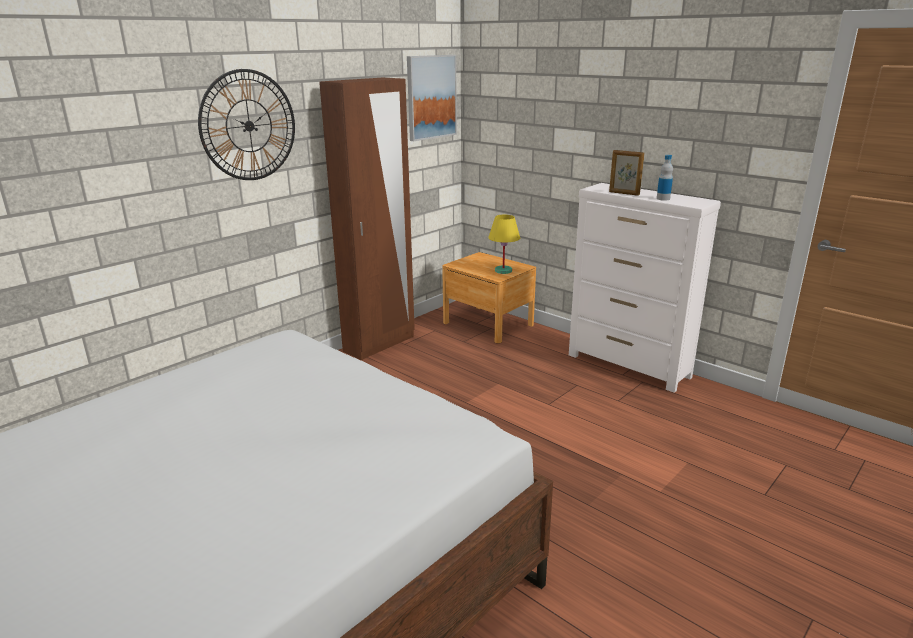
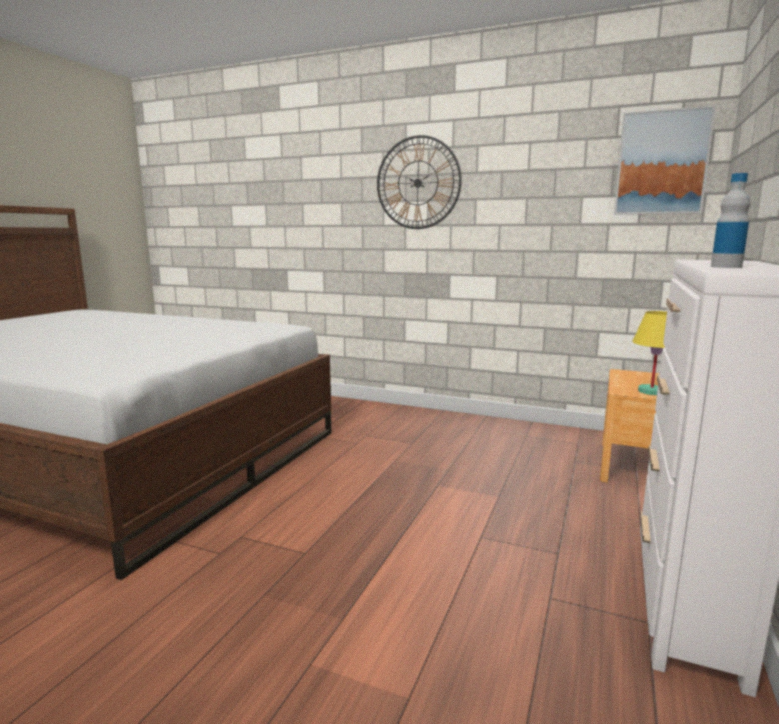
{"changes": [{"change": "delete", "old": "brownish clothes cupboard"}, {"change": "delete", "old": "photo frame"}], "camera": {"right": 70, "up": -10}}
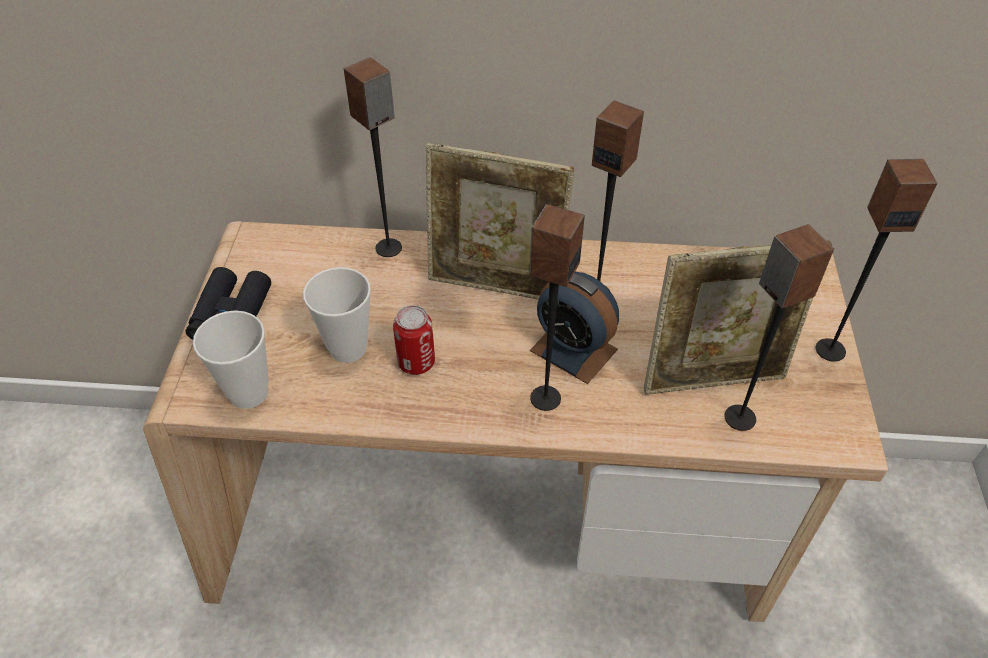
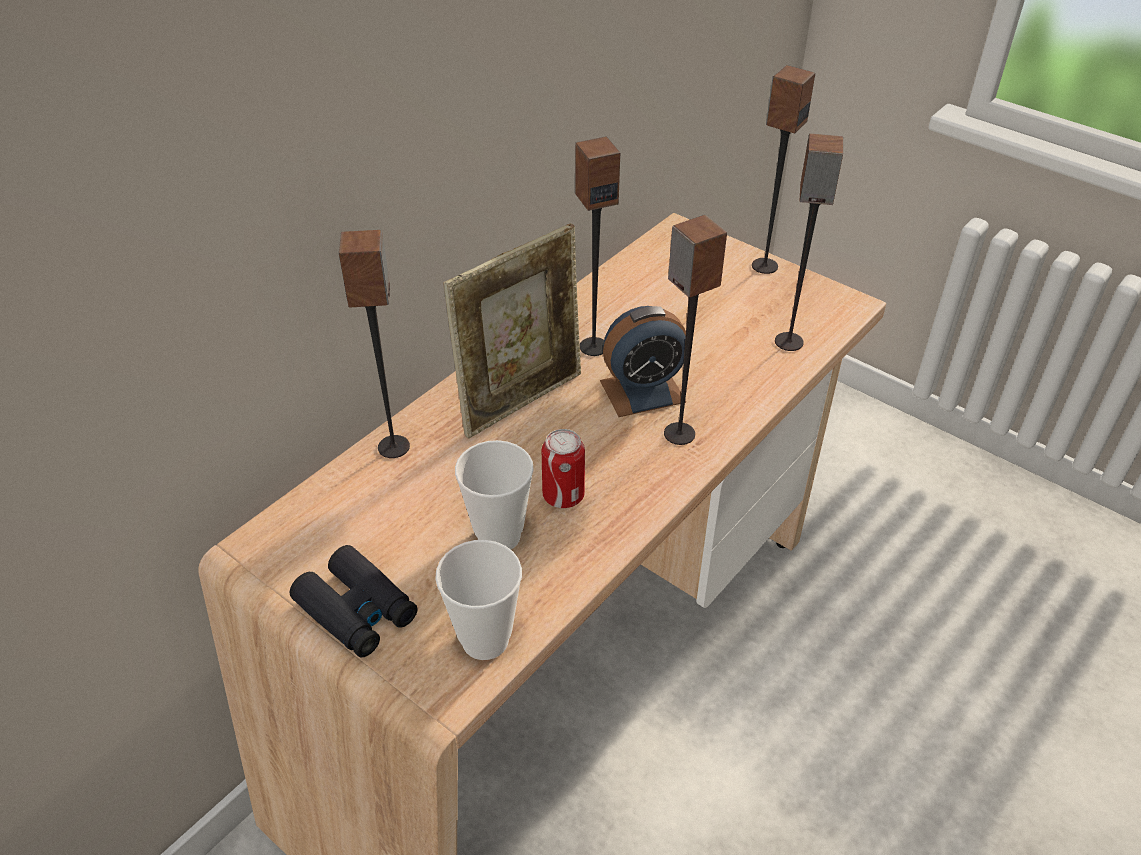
{"changes": [{"change": "delete", "old": "photo frame (2nd from left)"}], "camera": {"right": -55, "up": -5}}
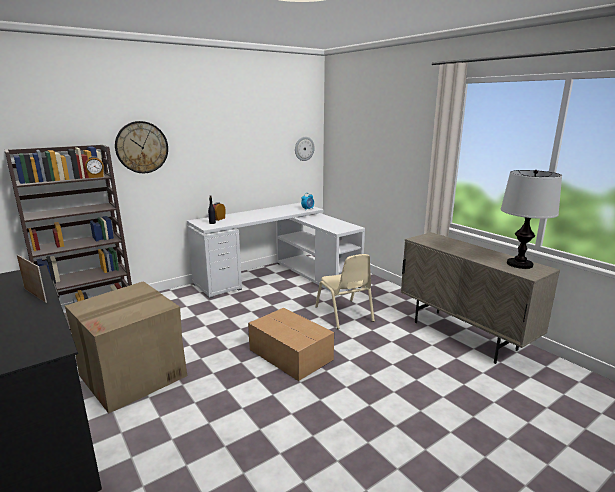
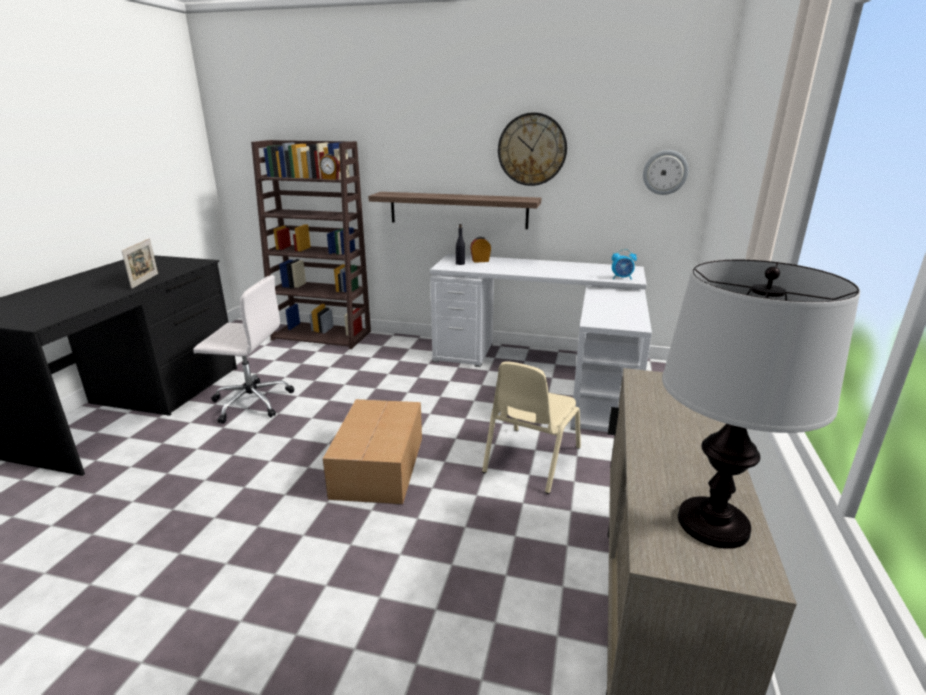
{"changes": [{"change": "replace", "old": "packing box (1st from left)", "new": "whitish office chair"}, {"change": "move", "old": "clock on the wall (1st from left)"}, {"change": "insert", "new": "wall shelf"}], "camera": {"right": 50, "up": 5}}
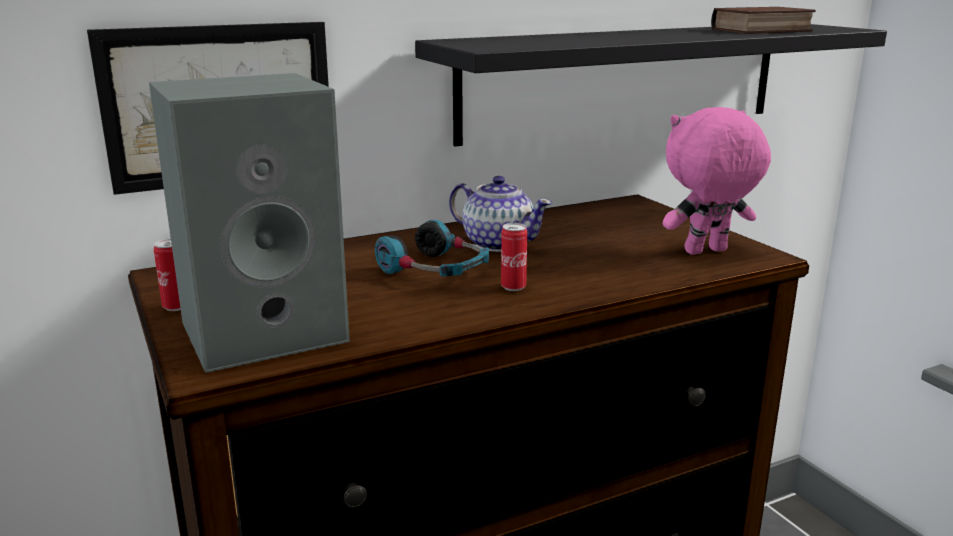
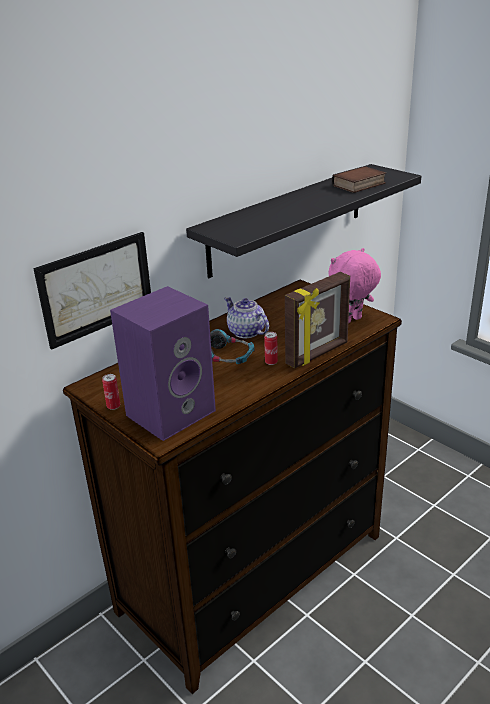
{"changes": [{"change": "recolor", "old": "grey loudspeaker", "new": "purple loudspeaker"}, {"change": "rotate", "old": "pot for tea", "degrees": -150}, {"change": "insert", "new": "photo frame"}], "camera": {"right": -15, "up": 10}}
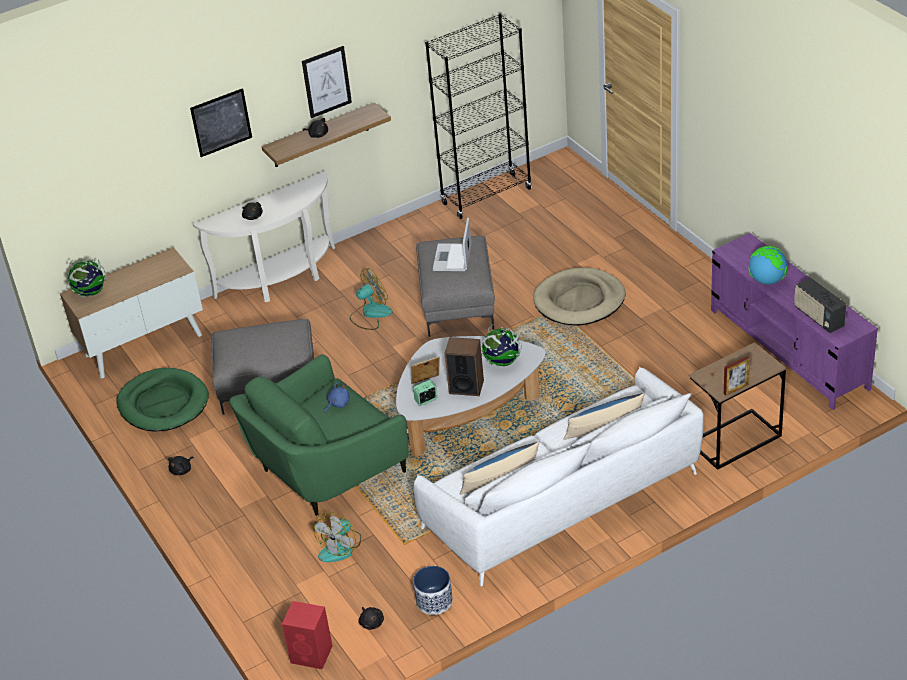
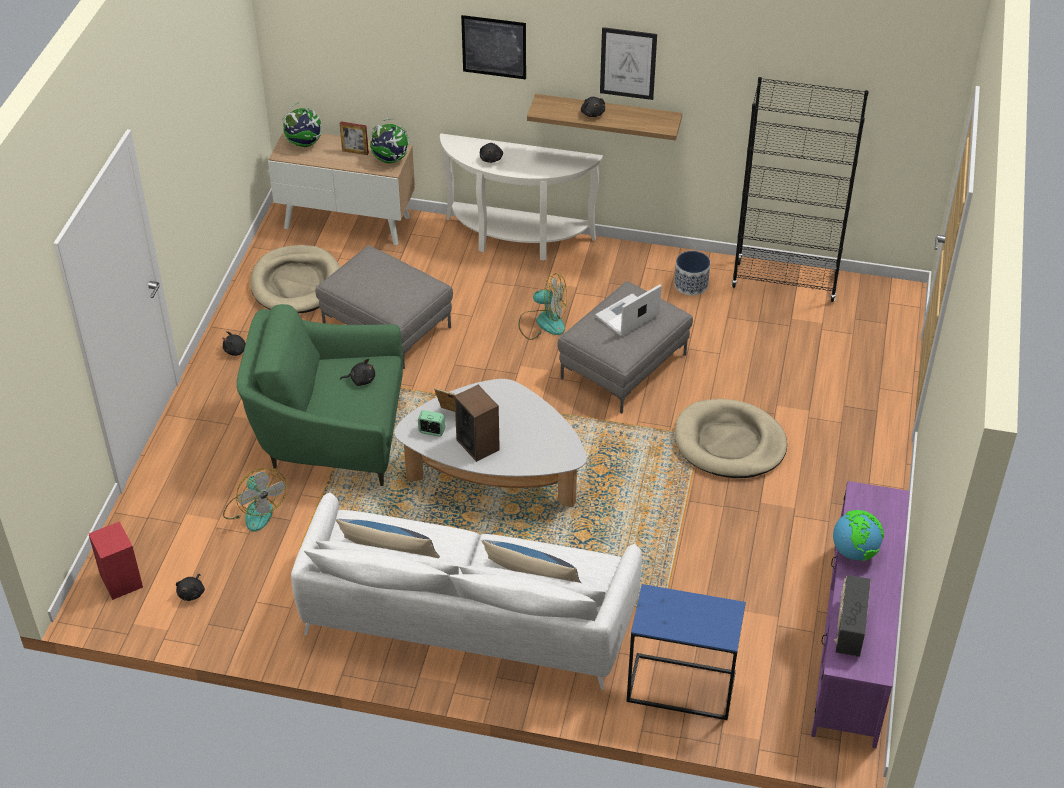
{"changes": [{"change": "recolor", "old": "green dog bed", "new": "beige-coloured dog bed (1st from left)"}, {"change": "rotate", "old": "electric fan (1st from left)", "degrees": -105}, {"change": "recolor", "old": "bluish cuddly toy", "new": "black cuddly toy (3rd from left)"}, {"change": "move", "old": "planter"}, {"change": "move", "old": "globe (2nd from left)"}, {"change": "recolor", "old": "brownish end table", "new": "bluish end table"}, {"change": "move", "old": "photo frame (2nd from left in the first image)", "new": "photo frame (1st from left)"}], "camera": {"right": 40, "up": 5}}
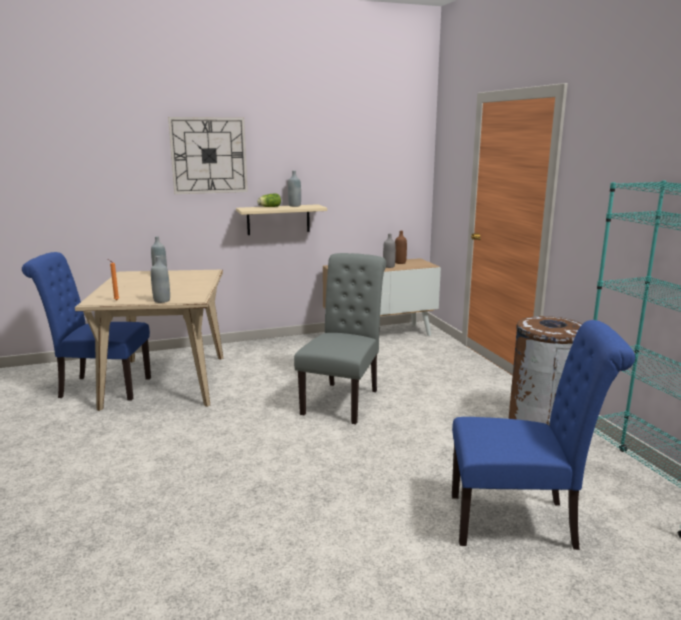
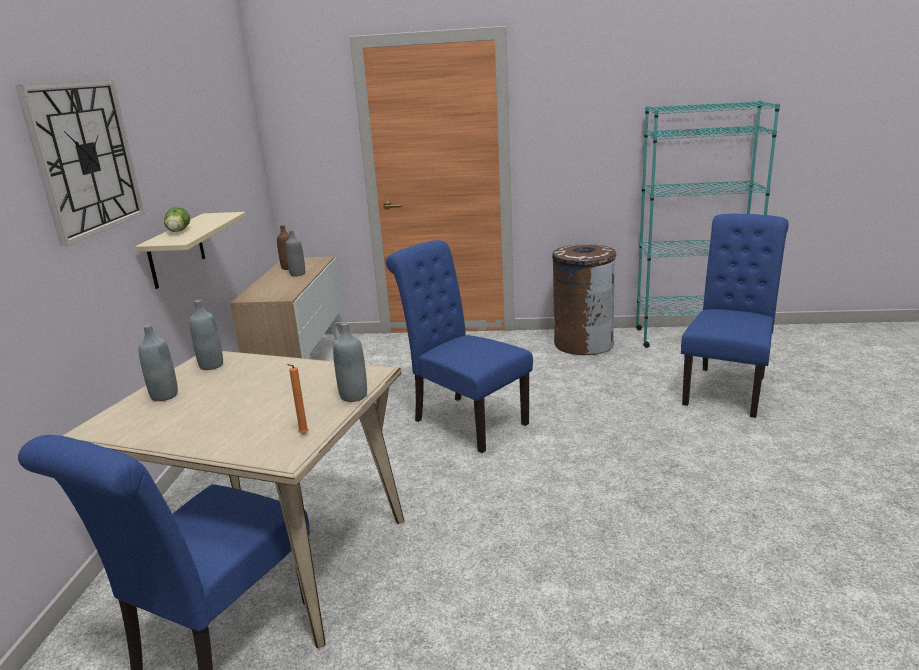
{"changes": [{"change": "move", "old": "grey drink bottle (3rd from left in the first image)", "new": "grey drink bottle (2nd from left)"}, {"change": "recolor", "old": "grey chair", "new": "bluish chair (2nd from left)"}], "camera": {"right": -65, "up": 5}}
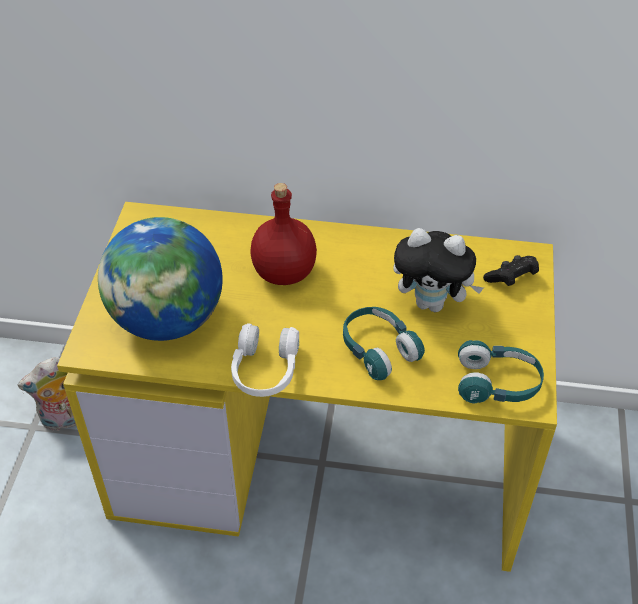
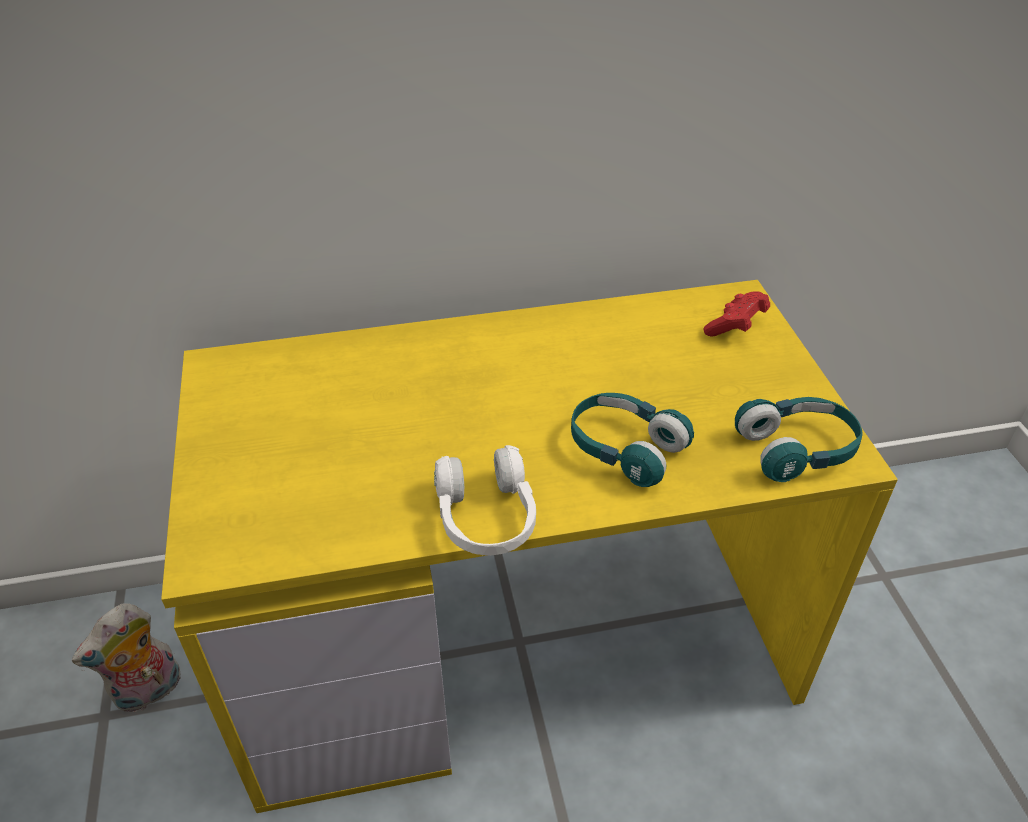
{"changes": [{"change": "delete", "old": "globe"}, {"change": "delete", "old": "red drink bottle"}, {"change": "delete", "old": "cuddly toy (2nd from left)"}, {"change": "recolor", "old": "black gamepad", "new": "red gamepad"}], "camera": {"right": -20, "up": -5}}
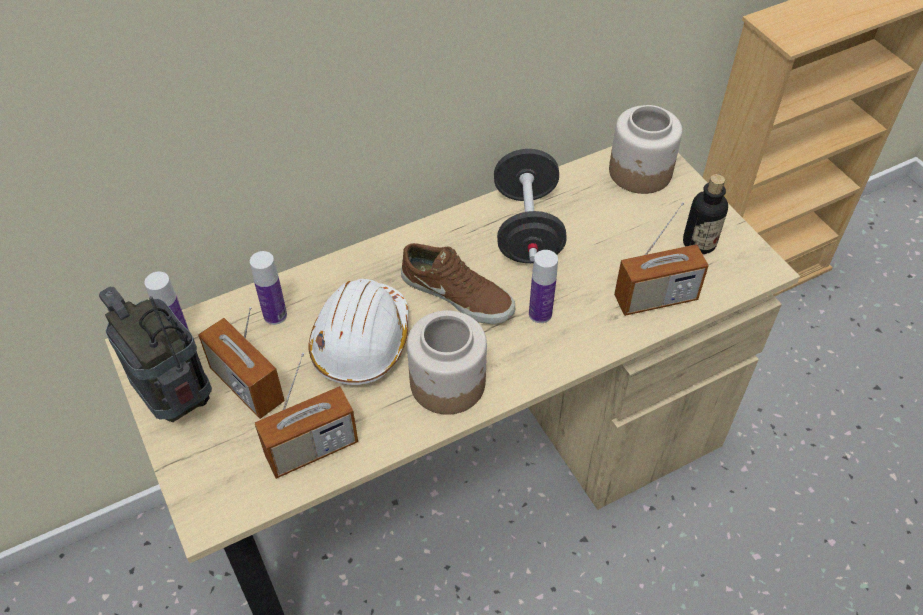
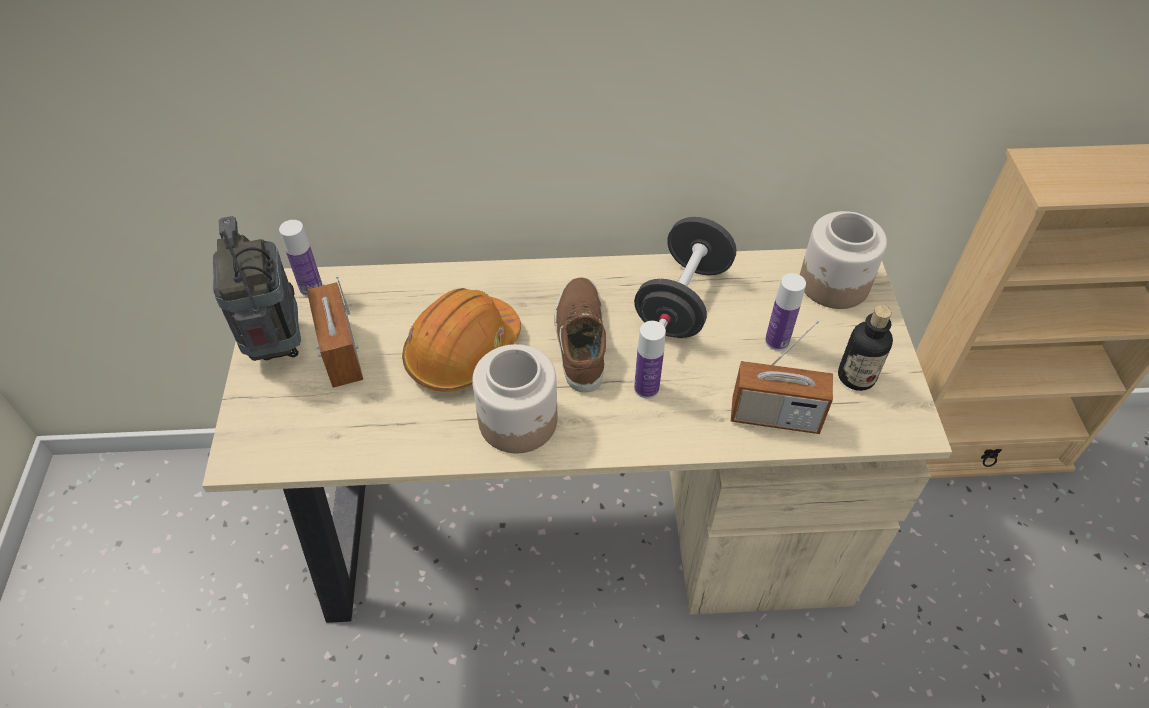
{"changes": [{"change": "move", "old": "drink bottle (2nd from left in the first image)", "new": "drink bottle (3rd from left)"}, {"change": "delete", "old": "radio (3rd from left)"}, {"change": "recolor", "old": "whitish work helmet", "new": "orangey work helmet"}, {"change": "rotate", "old": "brownish item of footwear", "degrees": -150}], "camera": {"right": 25, "up": 0}}
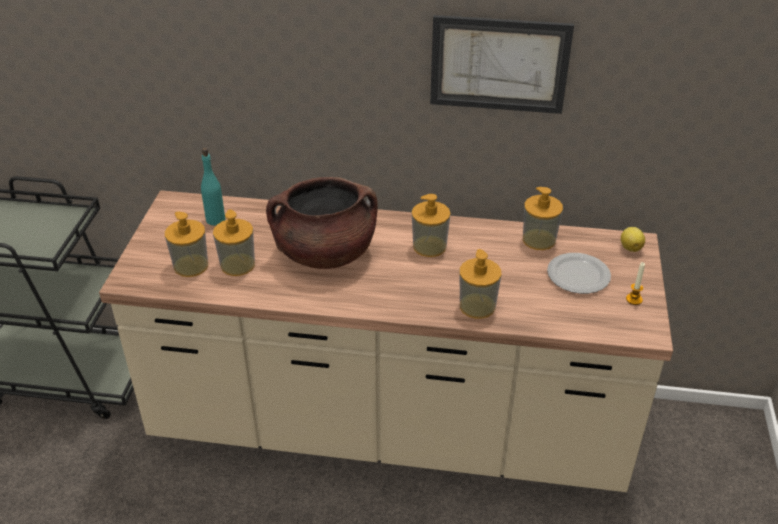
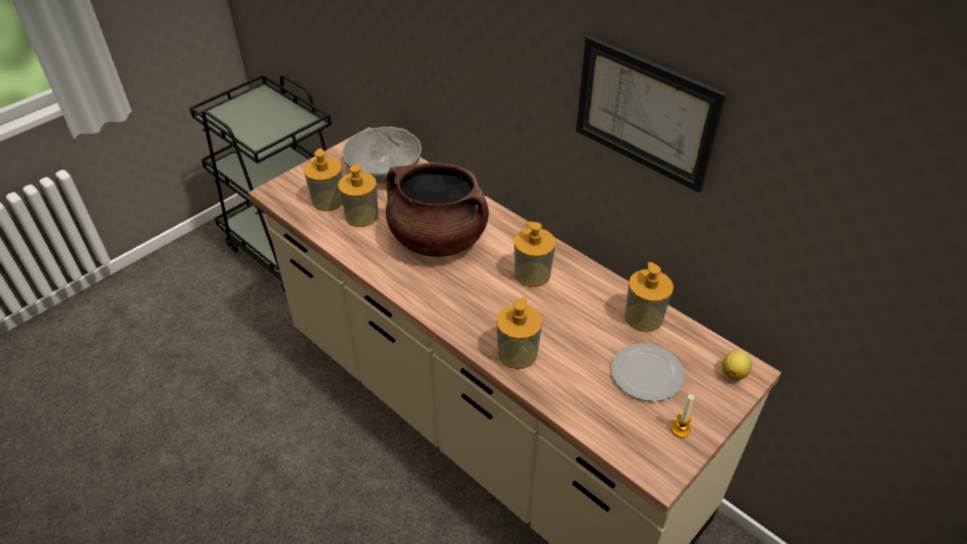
{"changes": [{"change": "replace", "old": "turquoise-coloured drink bottle", "new": "grey serving bowl"}], "camera": {"right": 35, "up": 5}}
